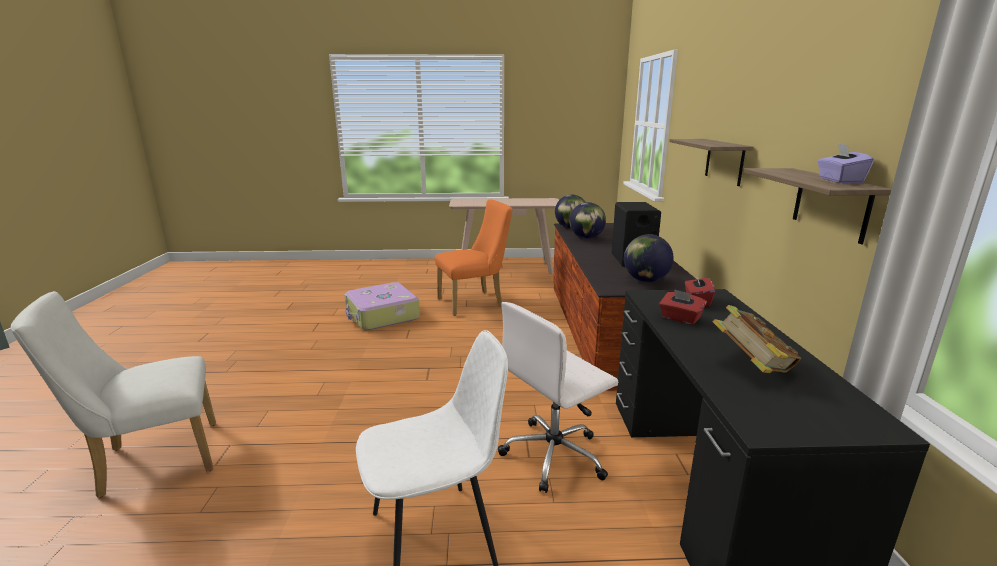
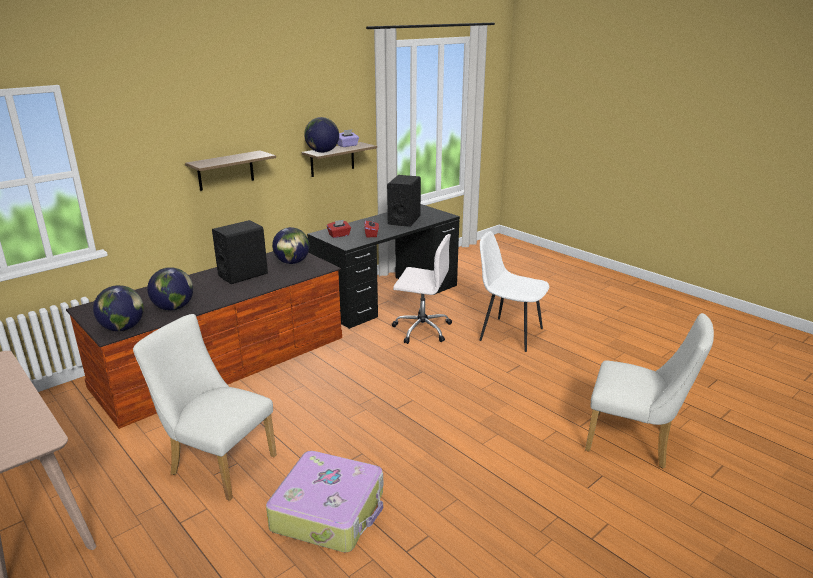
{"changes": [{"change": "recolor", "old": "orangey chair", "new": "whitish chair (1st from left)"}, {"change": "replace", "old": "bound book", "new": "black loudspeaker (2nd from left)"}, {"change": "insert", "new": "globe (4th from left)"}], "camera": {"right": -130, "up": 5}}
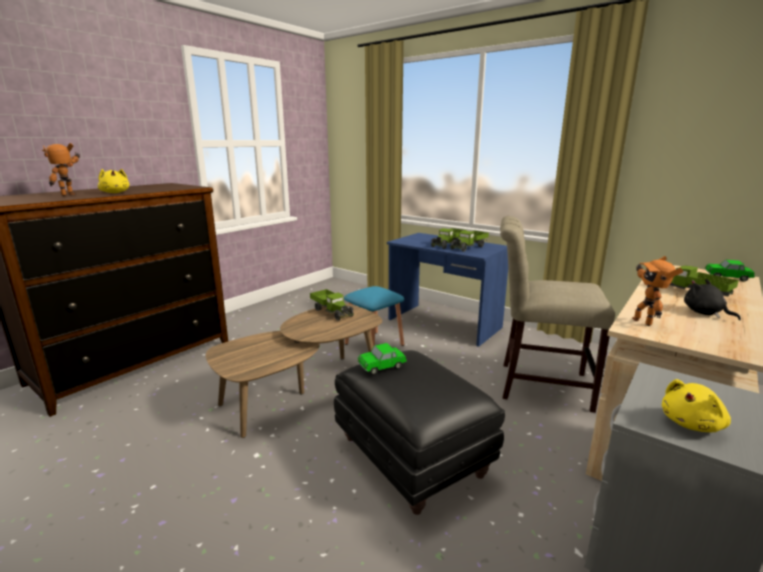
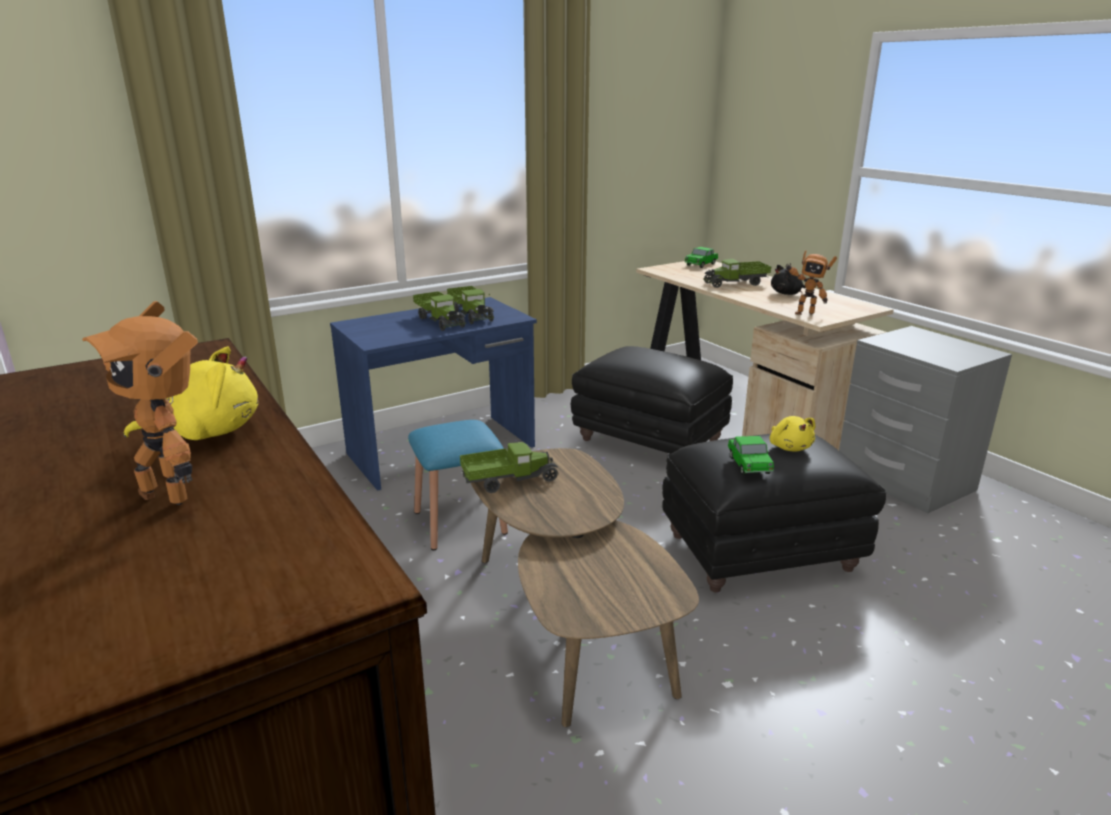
{"changes": [{"change": "replace", "old": "beige-coloured chair", "new": "black pouffe (1st from left)"}, {"change": "move", "old": "yellow-coloured cuddly toy (2nd from left)"}], "camera": {"right": -70, "up": 5}}
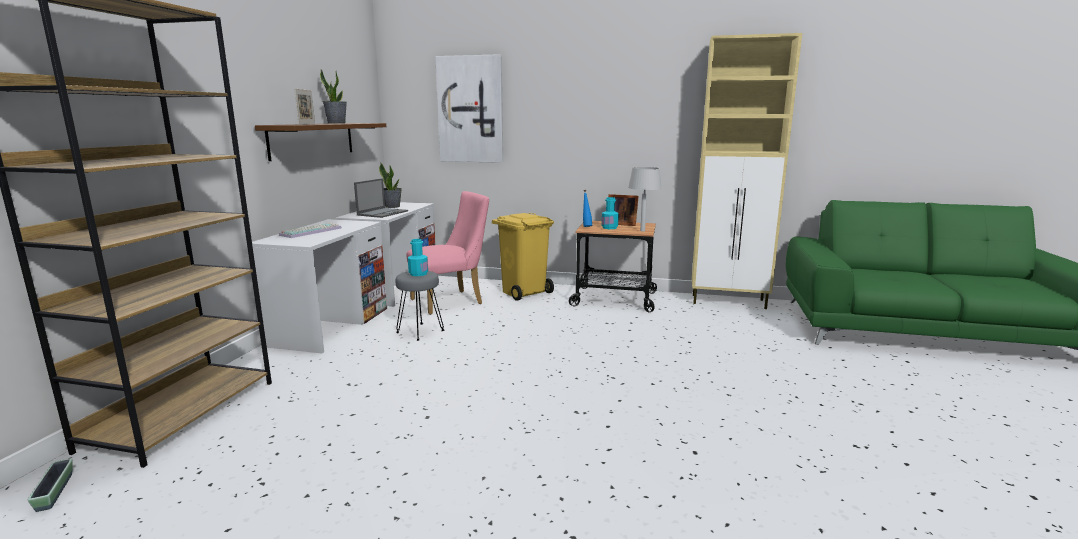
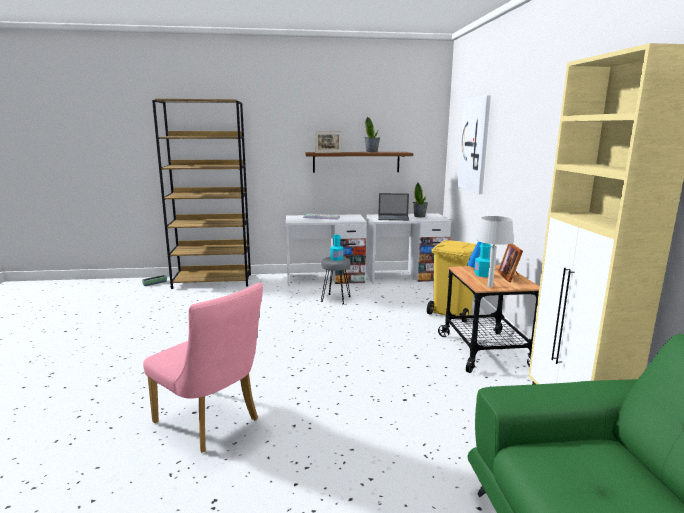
{"changes": [{"change": "move", "old": "pink chair"}], "camera": {"right": 70, "up": 0}}
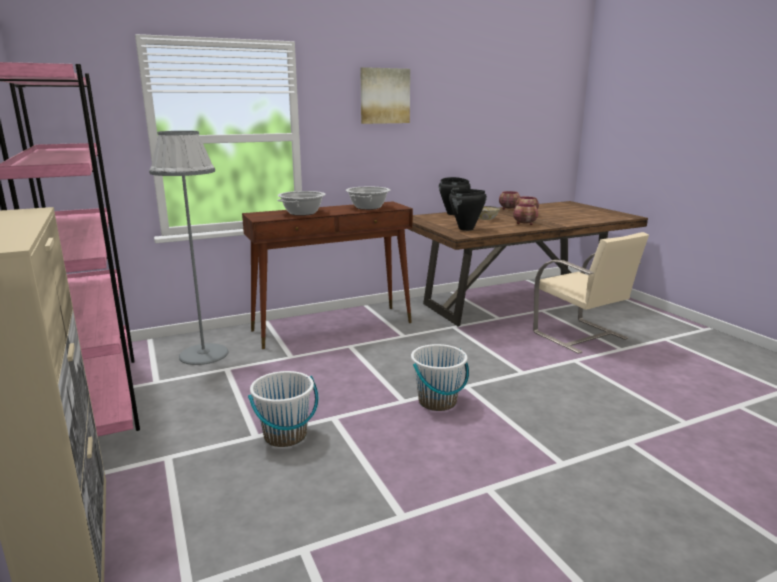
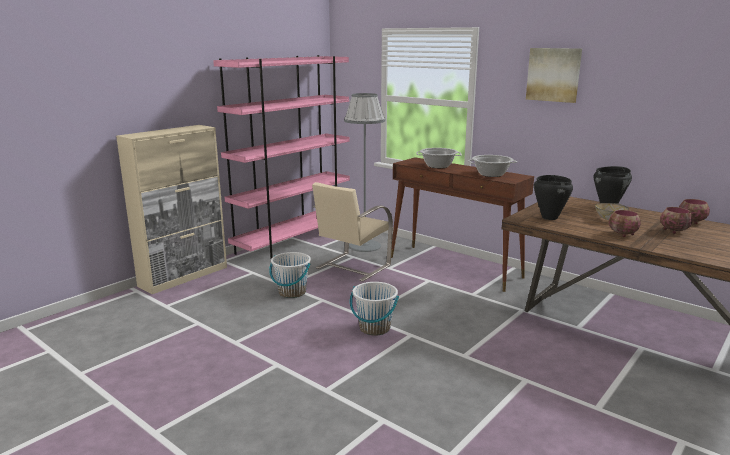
{"changes": [{"change": "move", "old": "beige-coloured chair"}], "camera": {"right": 65, "up": 0}}
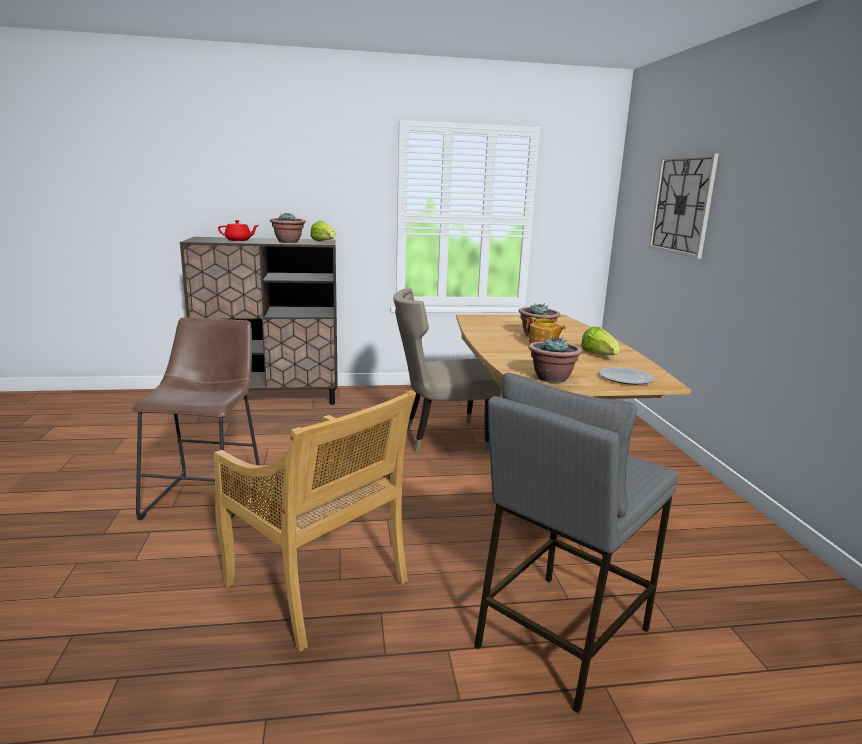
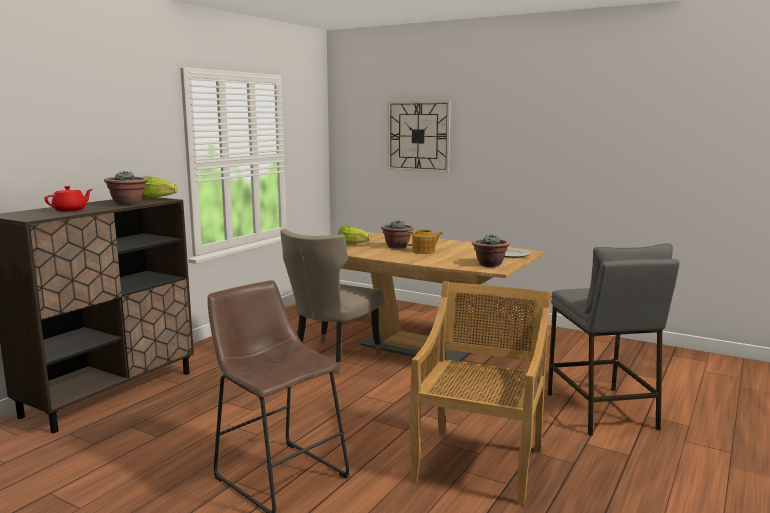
{"changes": [{"change": "rotate", "old": "beige-coloured chair (1st from left in the first image)", "degrees": -60}, {"change": "move", "old": "lettuce (2nd from left)"}], "camera": {"right": -50, "up": -5}}
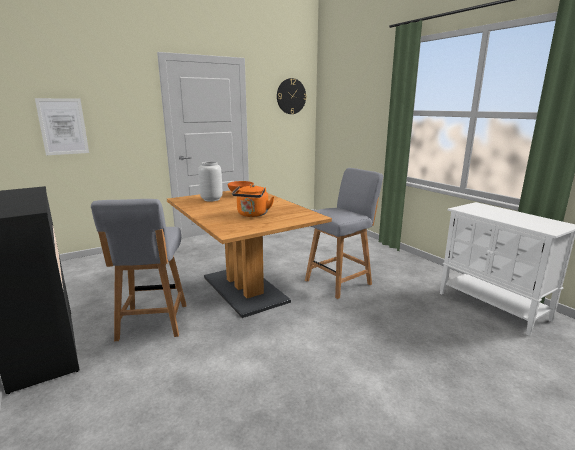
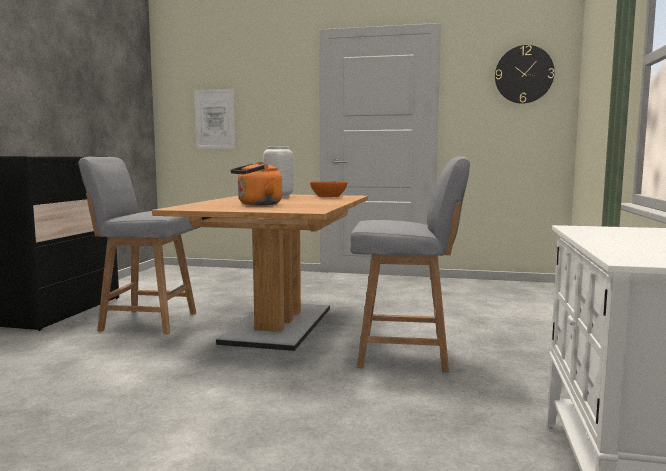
{"changes": [{"change": "rotate", "old": "grey chair (1st from left)", "degrees": 60}], "camera": {"right": 45, "up": -10}}
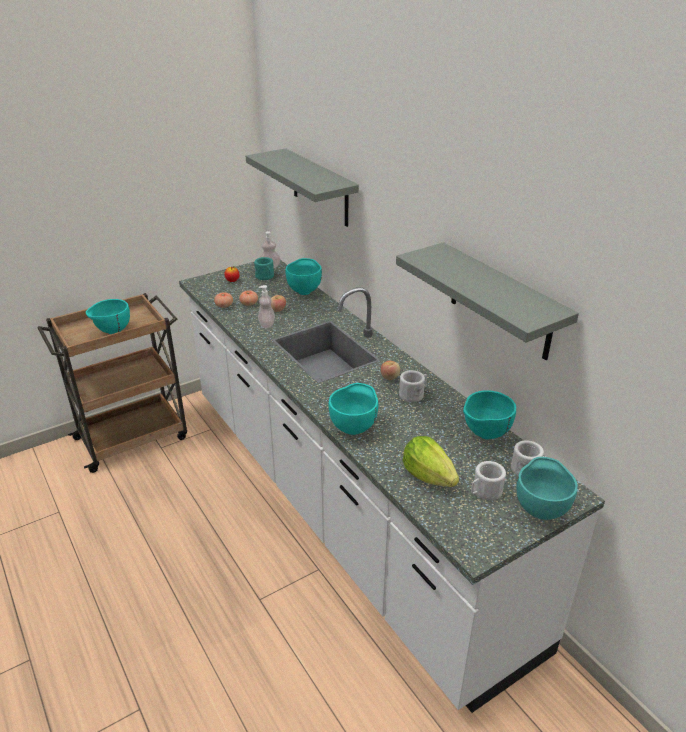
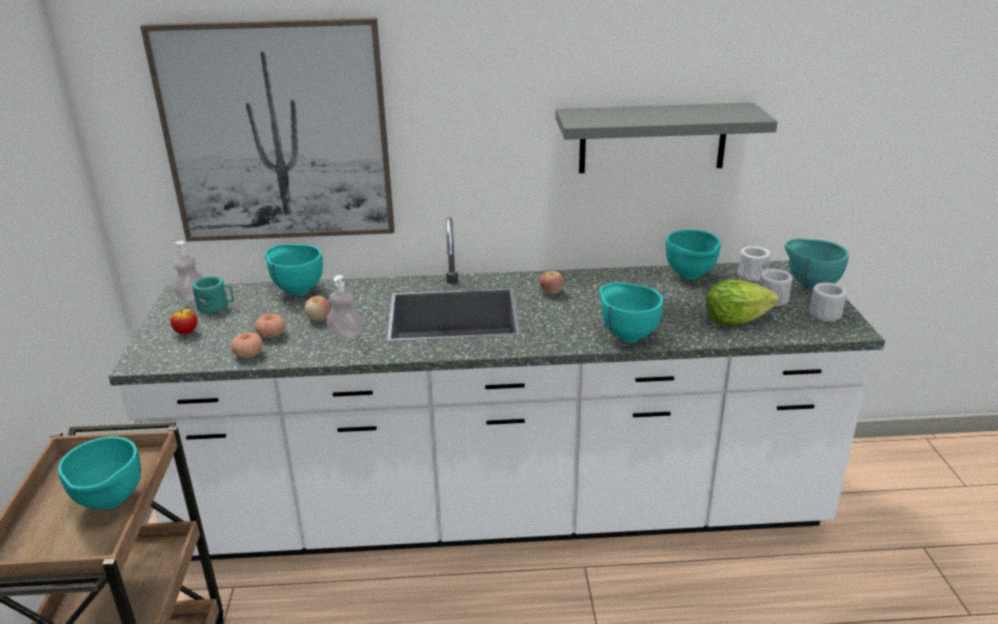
{"changes": [{"change": "replace", "old": "grey wall shelf (1st from left)", "new": "wall art"}, {"change": "move", "old": "whitish coffee mug (1st from left in the first image)", "new": "whitish coffee mug (3rd from left)"}], "camera": {"right": -60, "up": -5}}
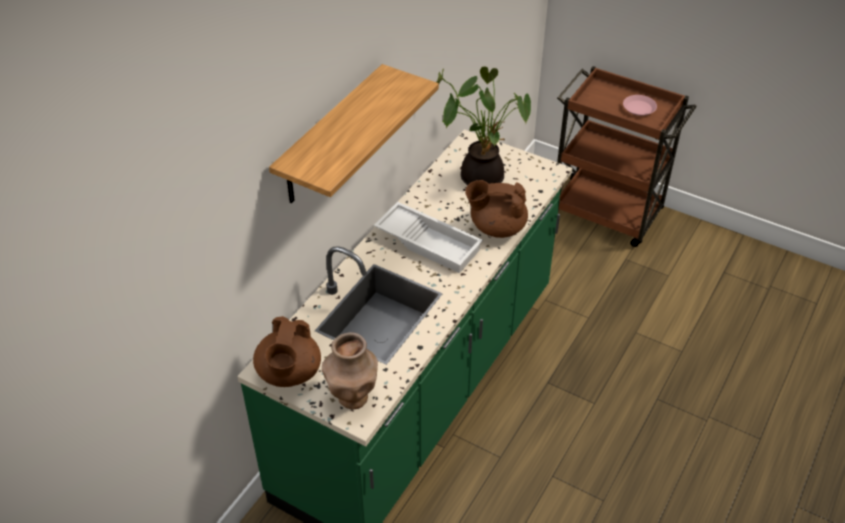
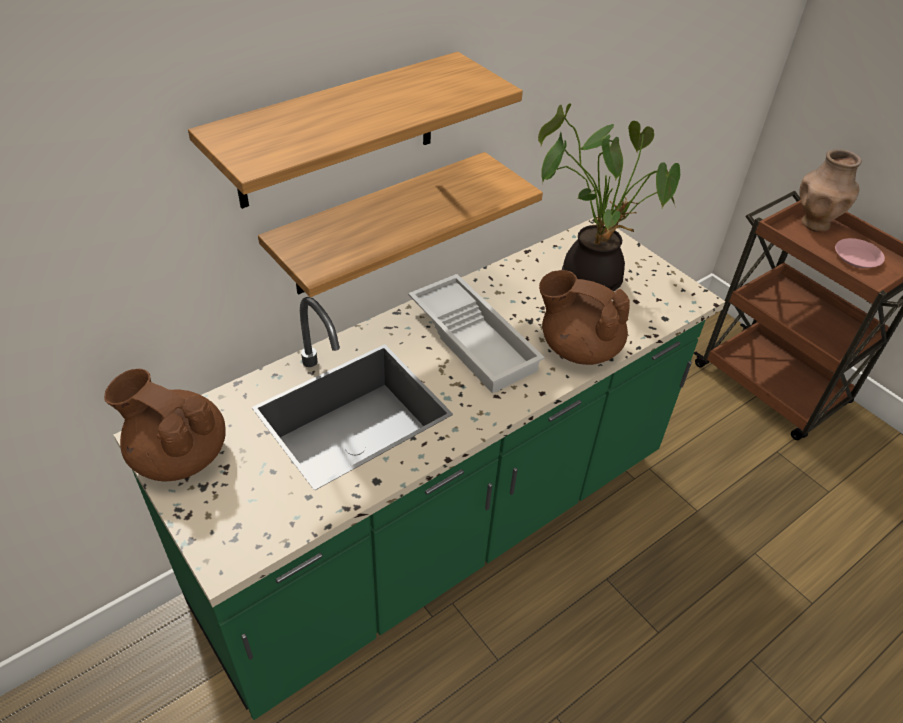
{"changes": [{"change": "rotate", "old": "brownish pot for tea (1st from left)", "degrees": 90}, {"change": "move", "old": "brownish decorative vase"}, {"change": "insert", "new": "wall shelf (2nd from left)"}], "camera": {"right": 20, "up": 0}}
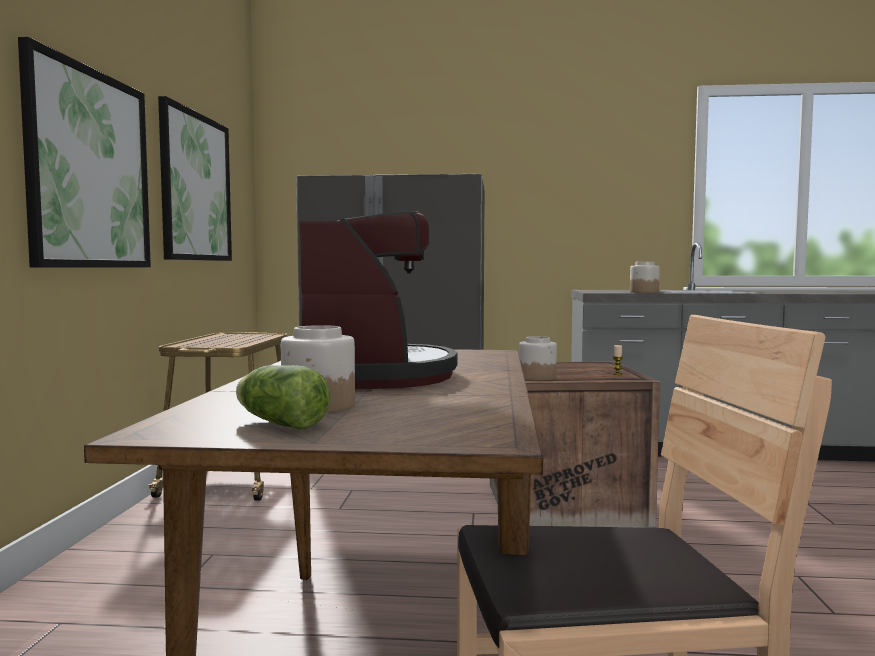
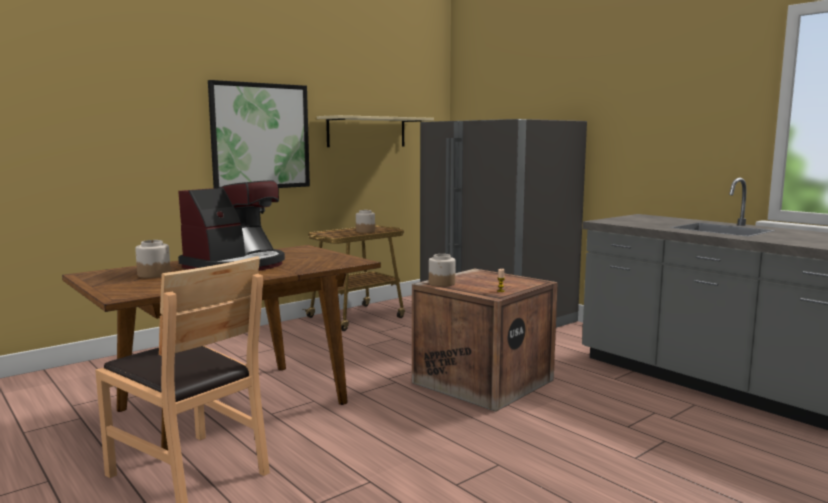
{"changes": [{"change": "replace", "old": "wall art (2nd from left)", "new": "beige-coloured wall shelf"}, {"change": "delete", "old": "lettuce"}, {"change": "move", "old": "jar (3rd from left in the first image)", "new": "jar (2nd from left)"}], "camera": {"right": 45, "up": 5}}
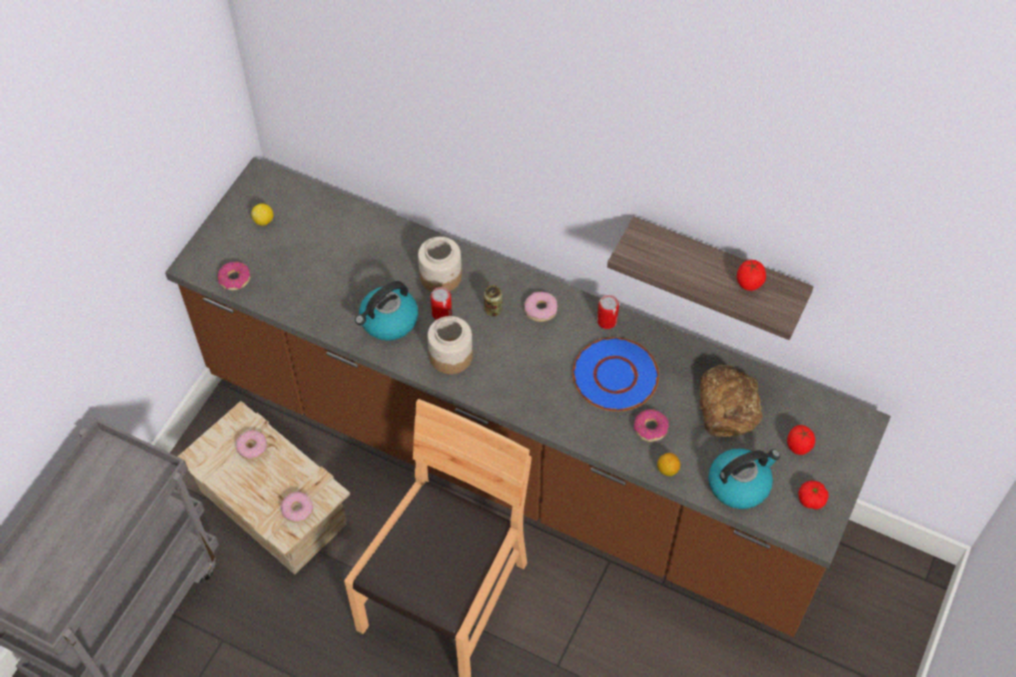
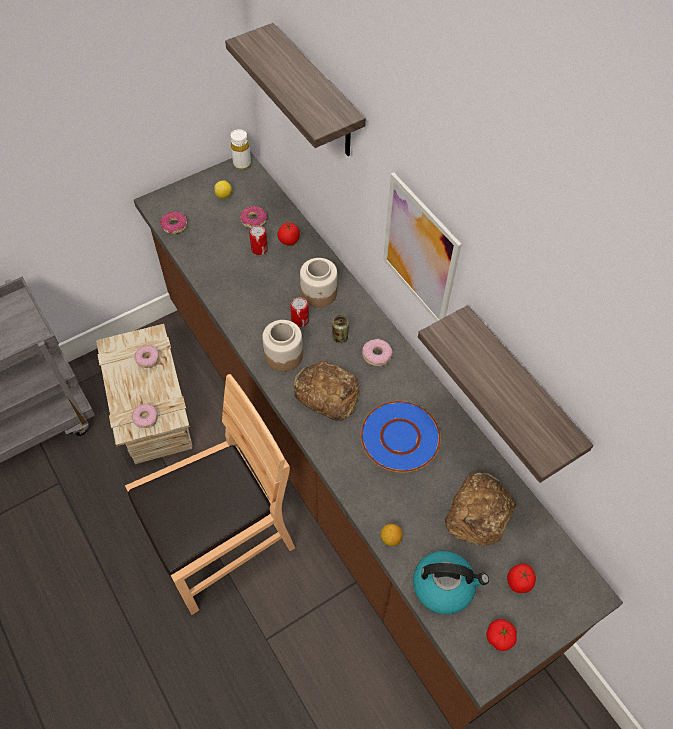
{"changes": [{"change": "delete", "old": "kettle (1st from left)"}, {"change": "move", "old": "sealed can (3rd from left in the first image)", "new": "sealed can (1st from left)"}, {"change": "move", "old": "doughnut (5th from left in the first image)", "new": "doughnut (4th from left)"}, {"change": "move", "old": "tomato (1st from left)"}, {"change": "insert", "new": "wall shelf (1st from left)"}, {"change": "insert", "new": "whitish drink bottle"}, {"change": "insert", "new": "bread (1st from left)"}, {"change": "insert", "new": "wall art"}], "camera": {"right": 30, "up": 0}}
